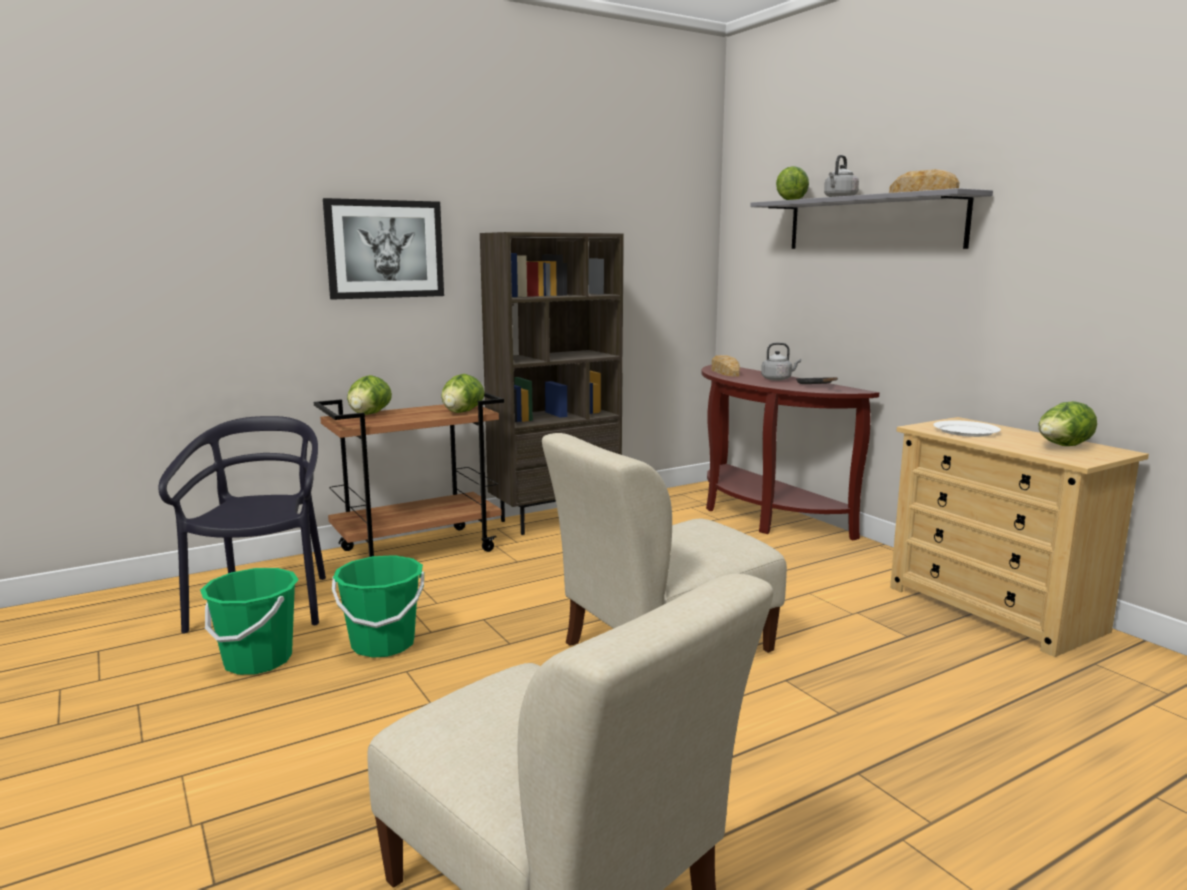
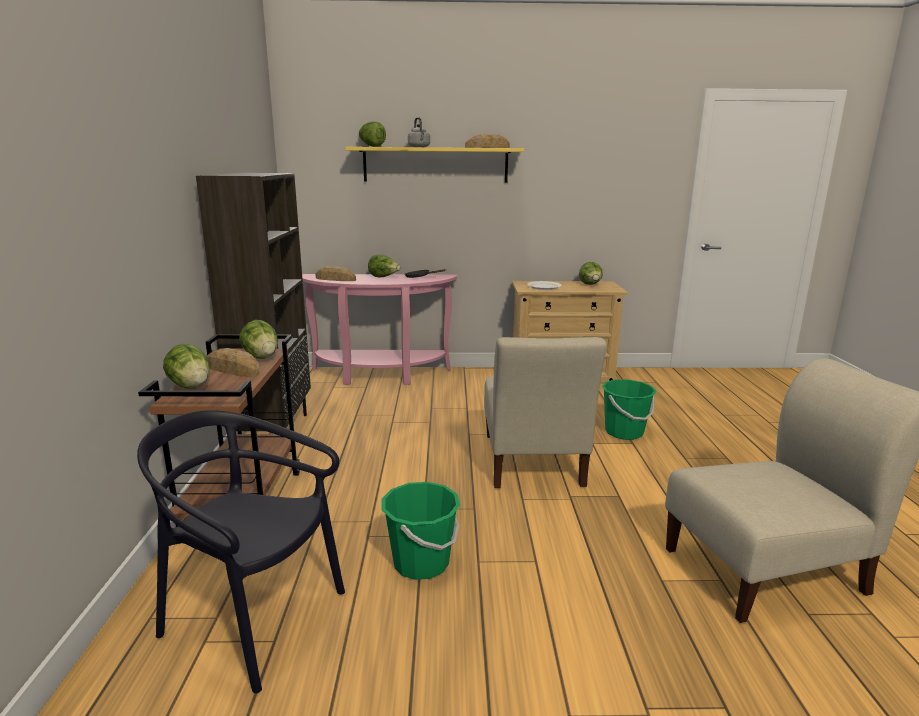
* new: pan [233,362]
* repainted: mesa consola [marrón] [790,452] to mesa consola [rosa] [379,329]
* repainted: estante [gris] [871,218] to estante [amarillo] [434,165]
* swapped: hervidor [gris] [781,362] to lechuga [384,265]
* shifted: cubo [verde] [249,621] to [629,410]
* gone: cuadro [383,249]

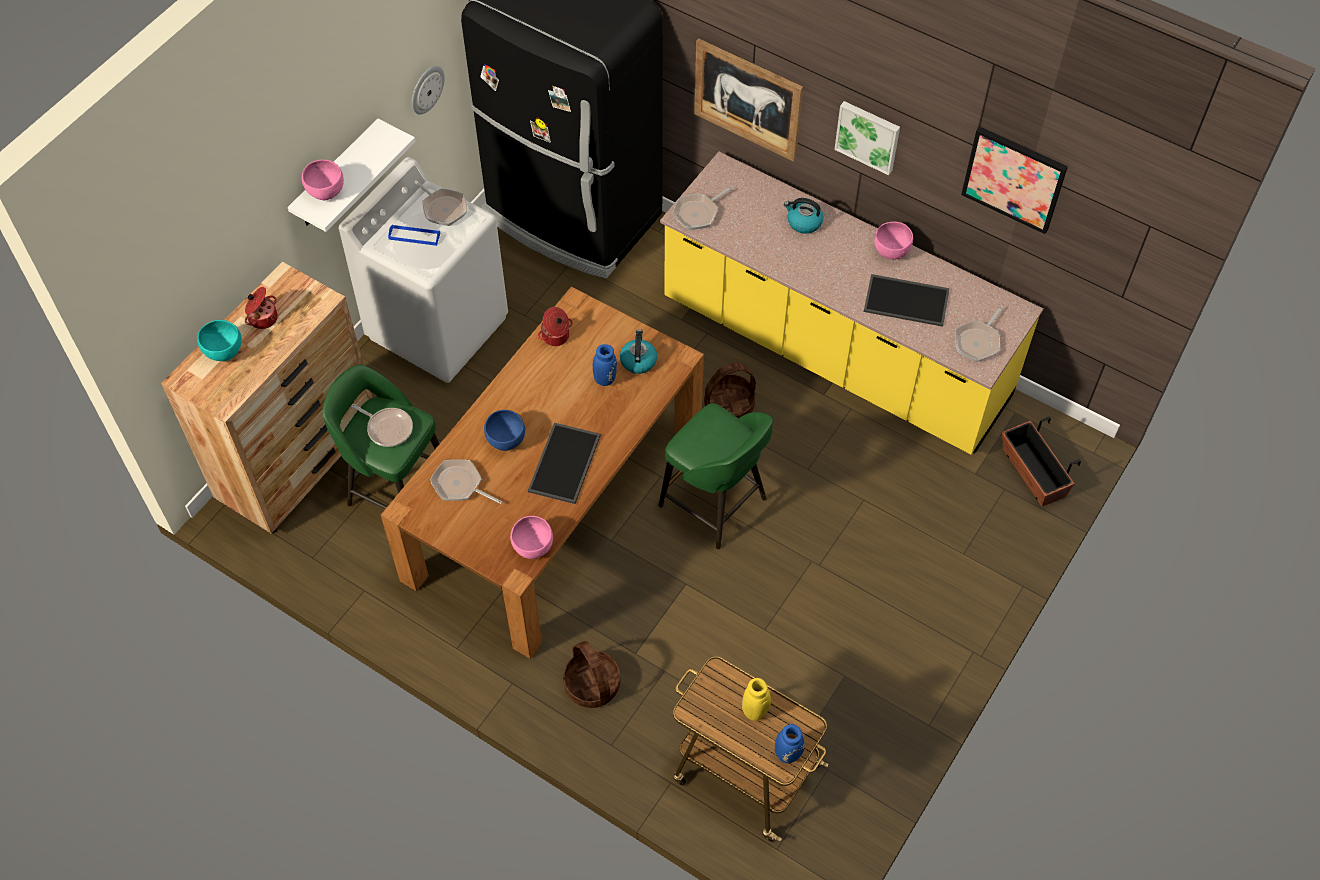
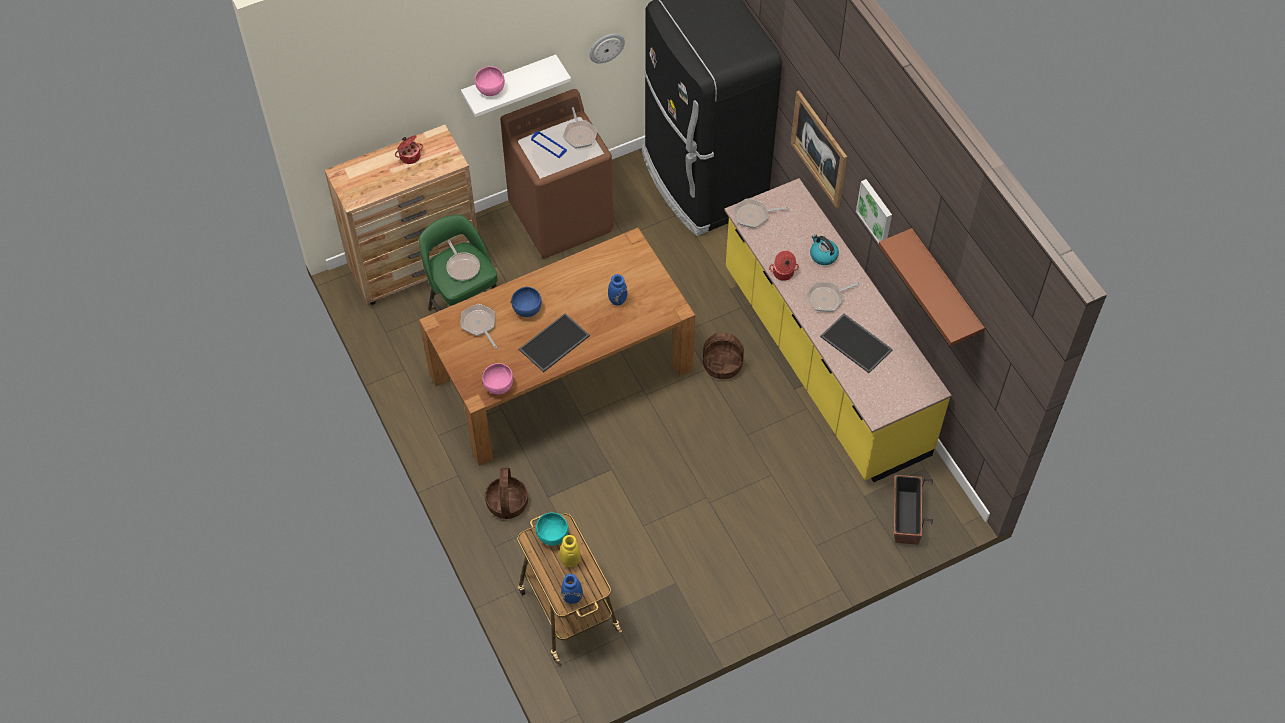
* repainted: lavadora [blanco] [423,270] to lavadora [marrón] [556,174]
* shifted: cuenco [turquesa] [219,340] to [552,529]
* shifted: olla [555,326] to [784,266]
* shifted: sartén [979,334] to [833,297]
* swapped: cuadro [1014,180] to estante [marrón] [932,287]
* gone: hervidor [638,351]
* gone: taburete [verde] [715,476]
* gone: cuenco [rosa] [894,241]

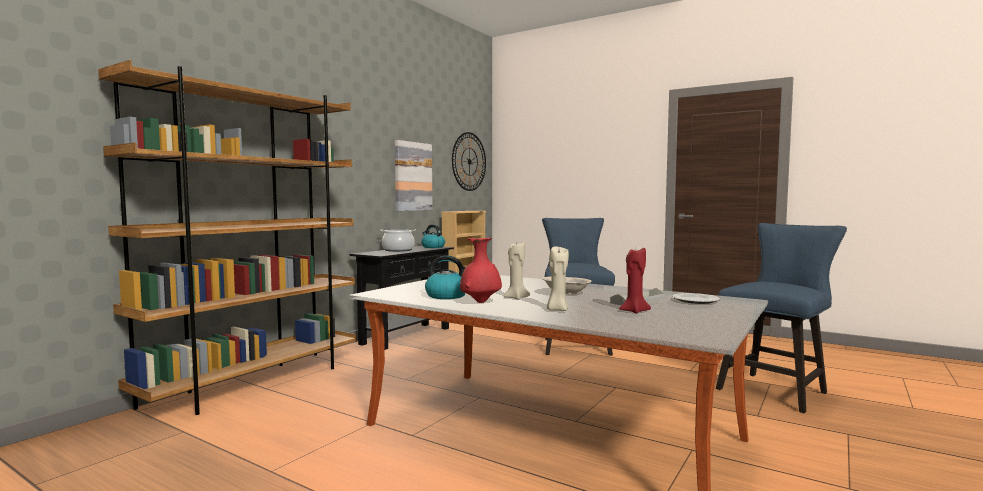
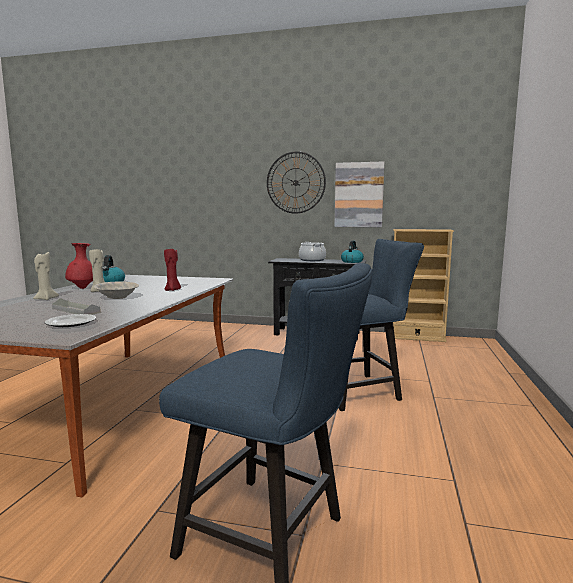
* shifted: vela [rojo] [635,280] to [172,269]
* shifted: reloj de pared [469,161] to [296,182]
* gone: estantería [marrón] [227,237]

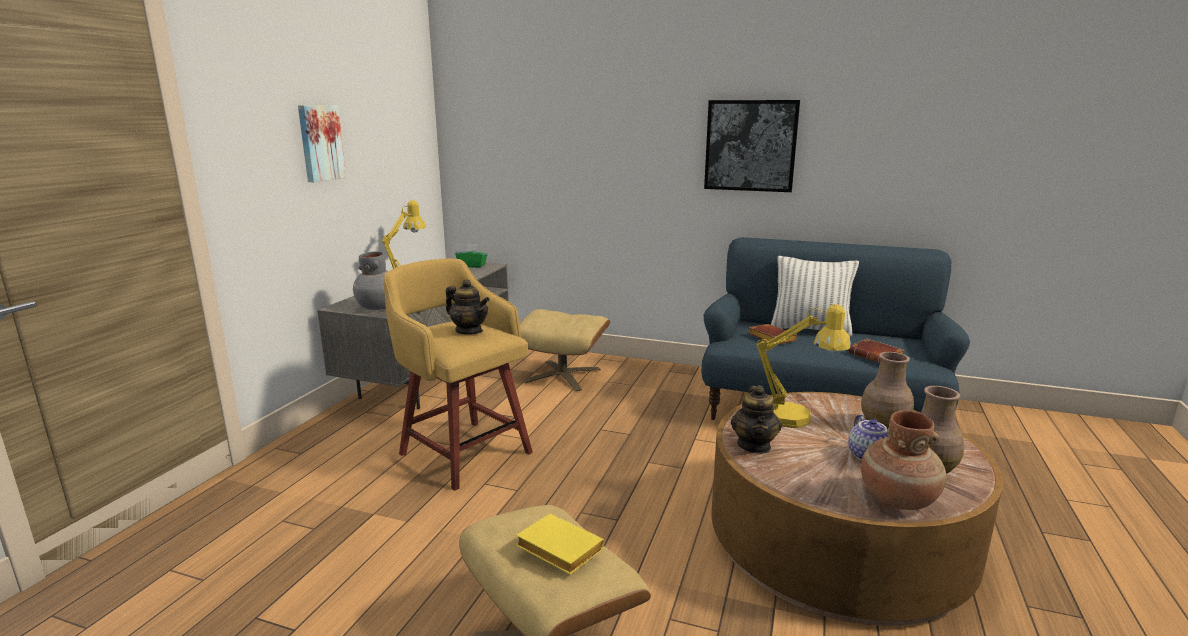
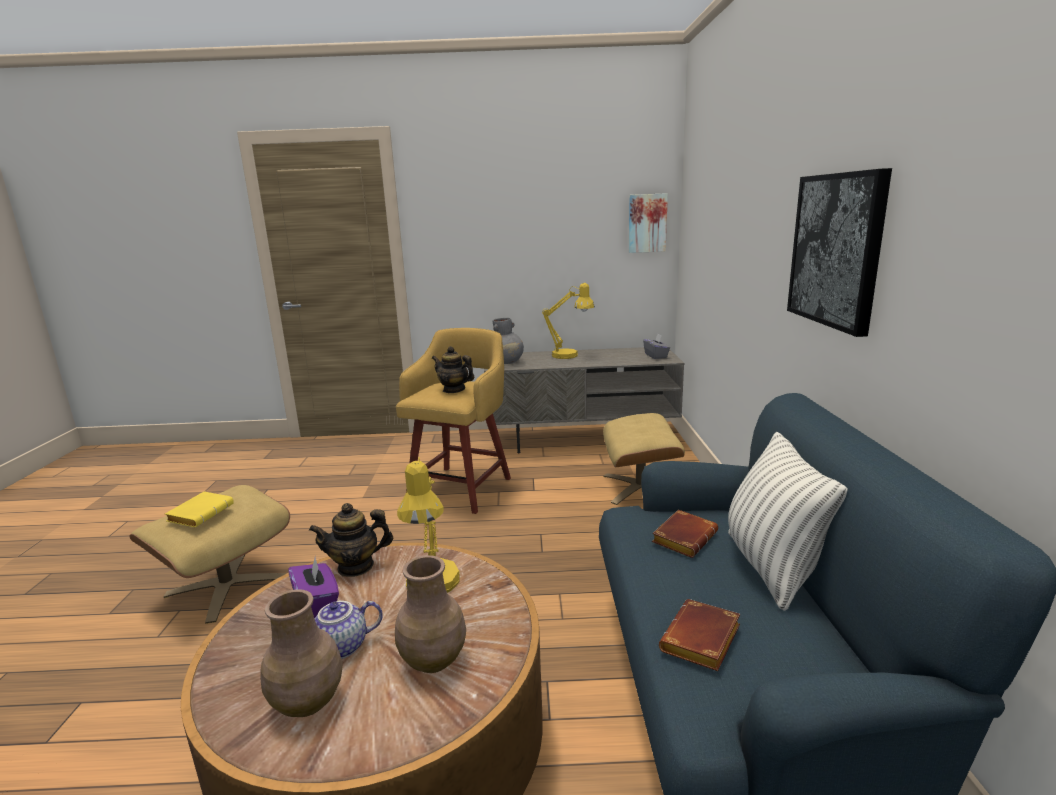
* new: caja de pañuelos [morado] [313,588]
* rotated: tetera [468,307] = [453,369] 105 degrees clockwise
* shifted: cuadro [322,143] to [648,223]
* repainted: caja de pañuelos [verde] [471,256] to caja de pañuelos [gris] [656,346]
* gone: florero [marrón] [903,460]

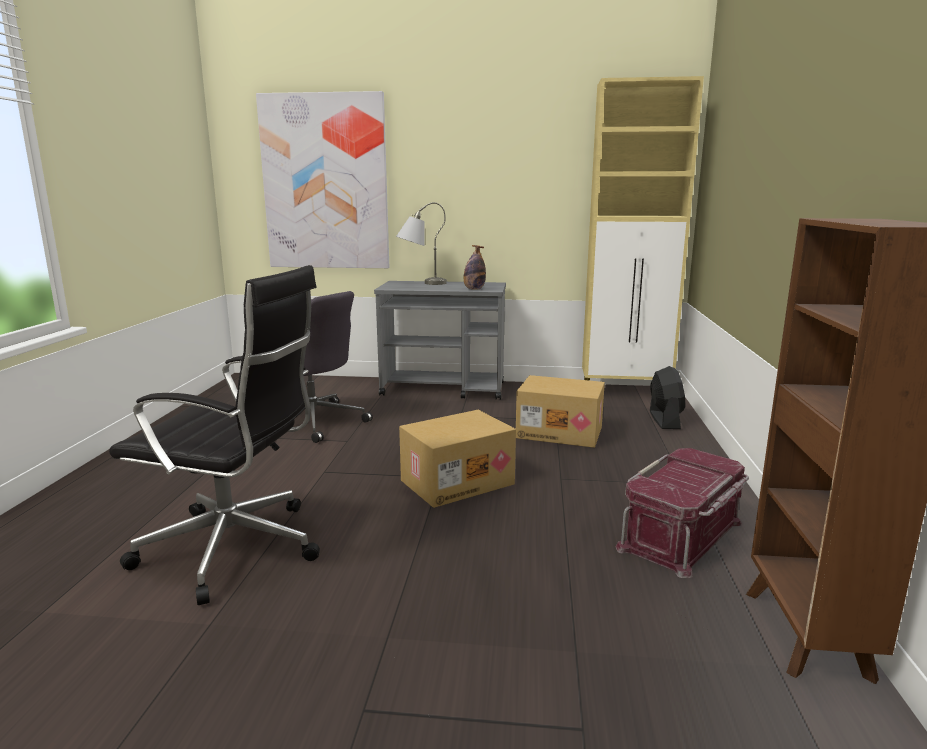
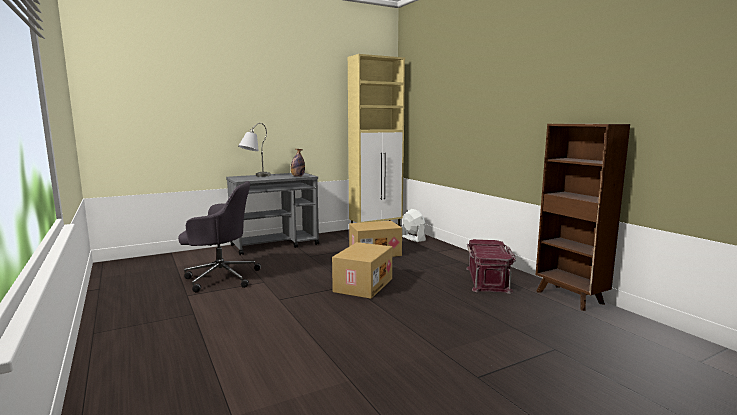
* repainted: ventilador [negro] [667,397] to ventilador [blanco] [414,225]
* gone: silla de oficina [negro] [214,435]
* gone: cuadro [322,179]

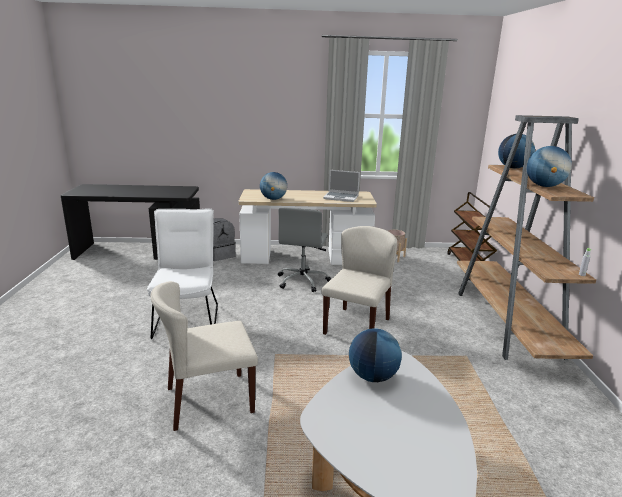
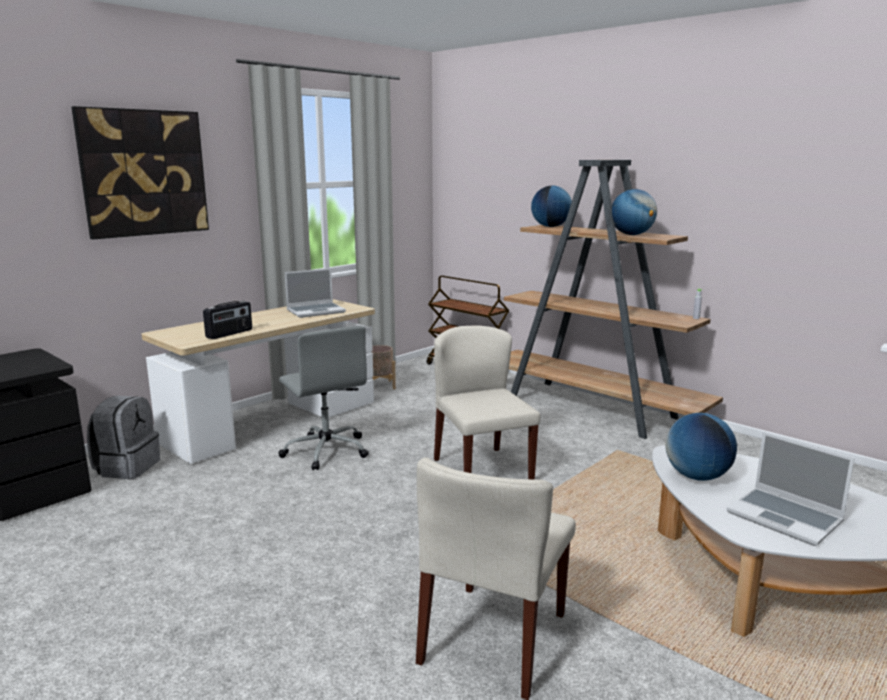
* new: cuadro [140,172]
* swapped: globo terráqueo [273,186] to radio [227,320]
* new: portátil [791,489]
* gone: silla [blanco] [182,274]

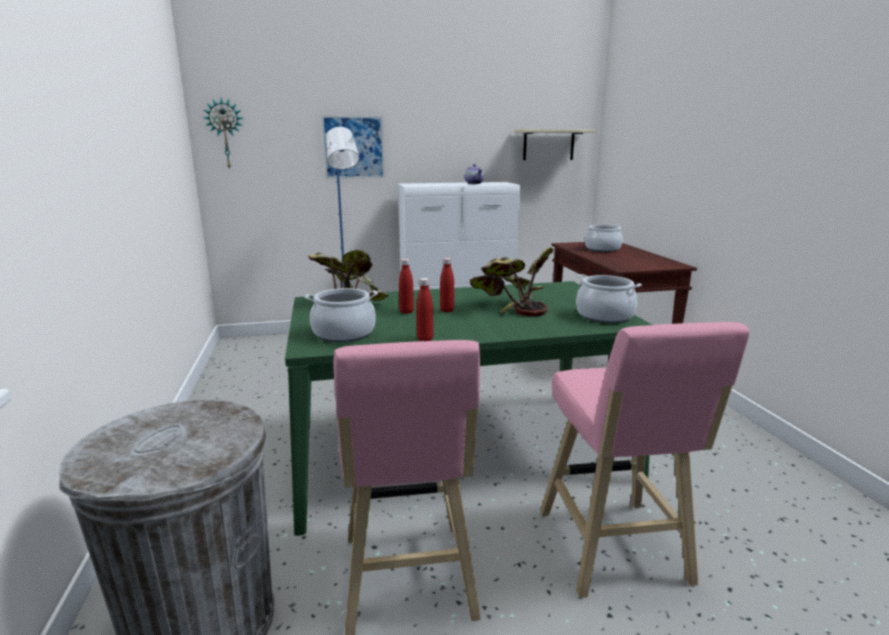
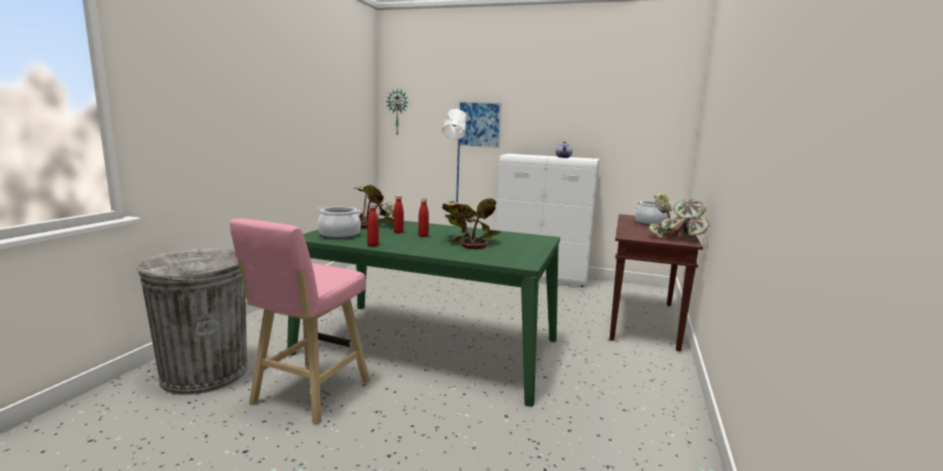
* new: planta en maceta [678,215]
* gone: estante [beis] [555,144]
* gone: taburete [rosa] [644,460]
* gone: olla [609,298]

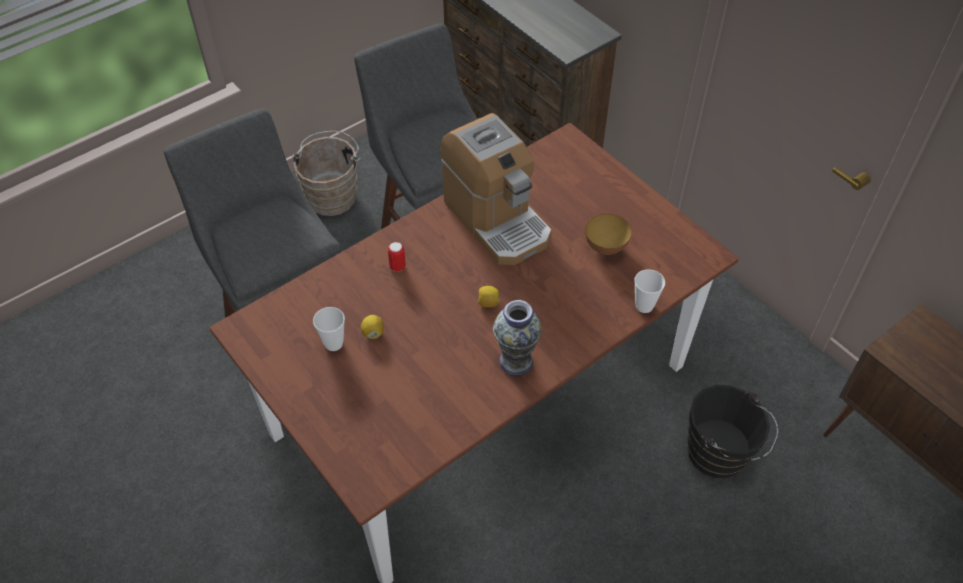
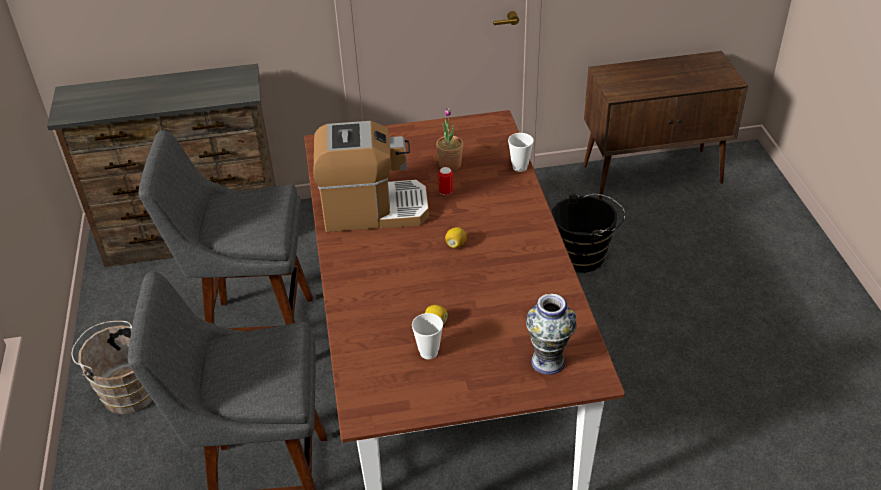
* swapped: cuenco [608,234] to planta en maceta [449,139]
* shifted: lata [397,257] to [445,181]
* shifted: florero [517,338] to [551,334]

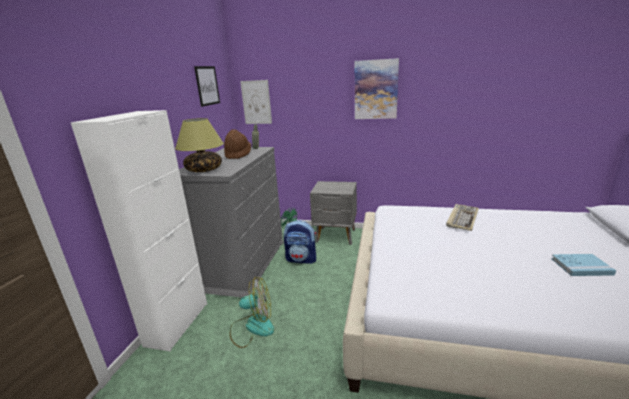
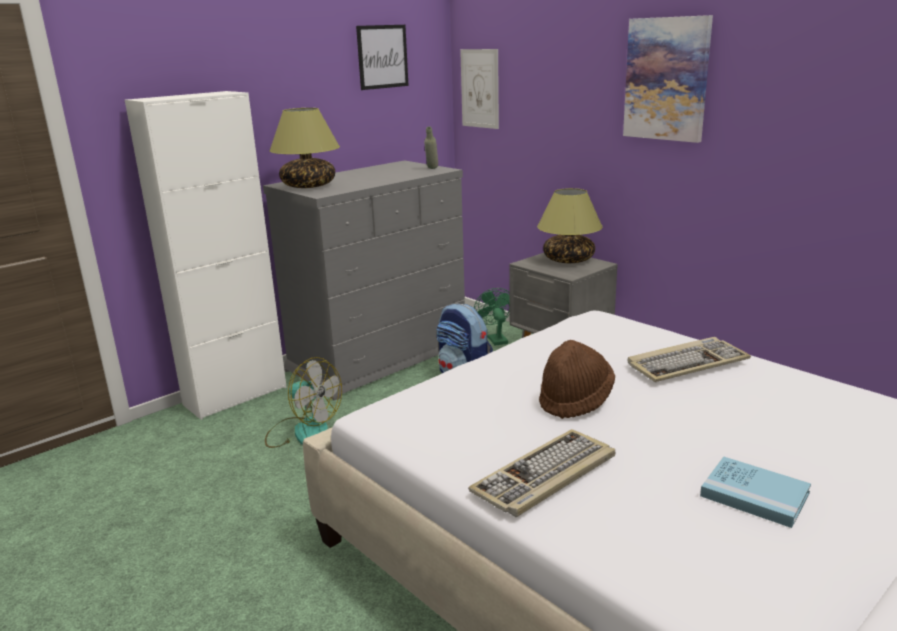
* new: teclado [542,473]
* new: lámpara de mesa [570,225]
* shifted: sombrero [marrón] [237,144] to [577,379]

